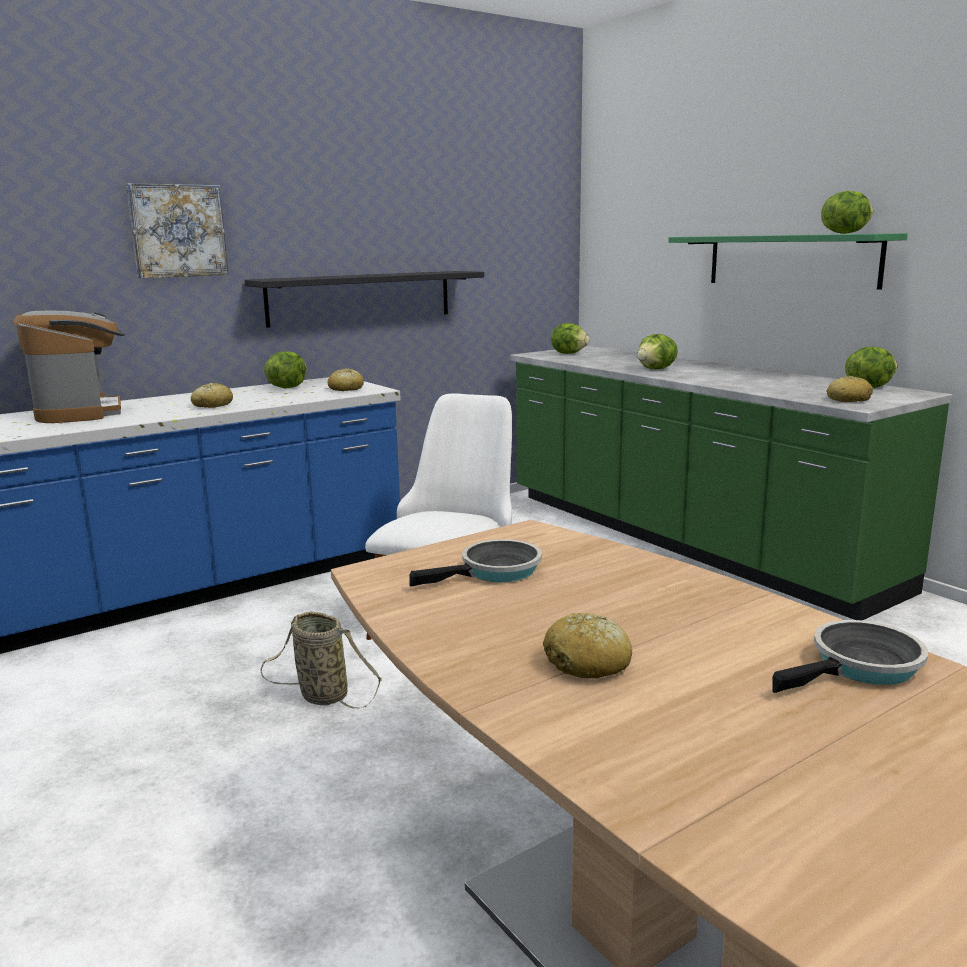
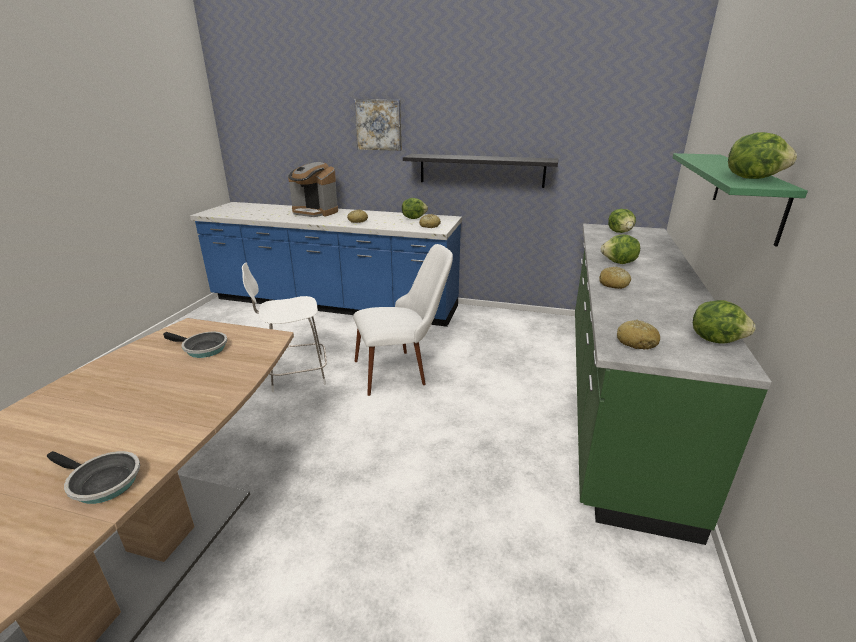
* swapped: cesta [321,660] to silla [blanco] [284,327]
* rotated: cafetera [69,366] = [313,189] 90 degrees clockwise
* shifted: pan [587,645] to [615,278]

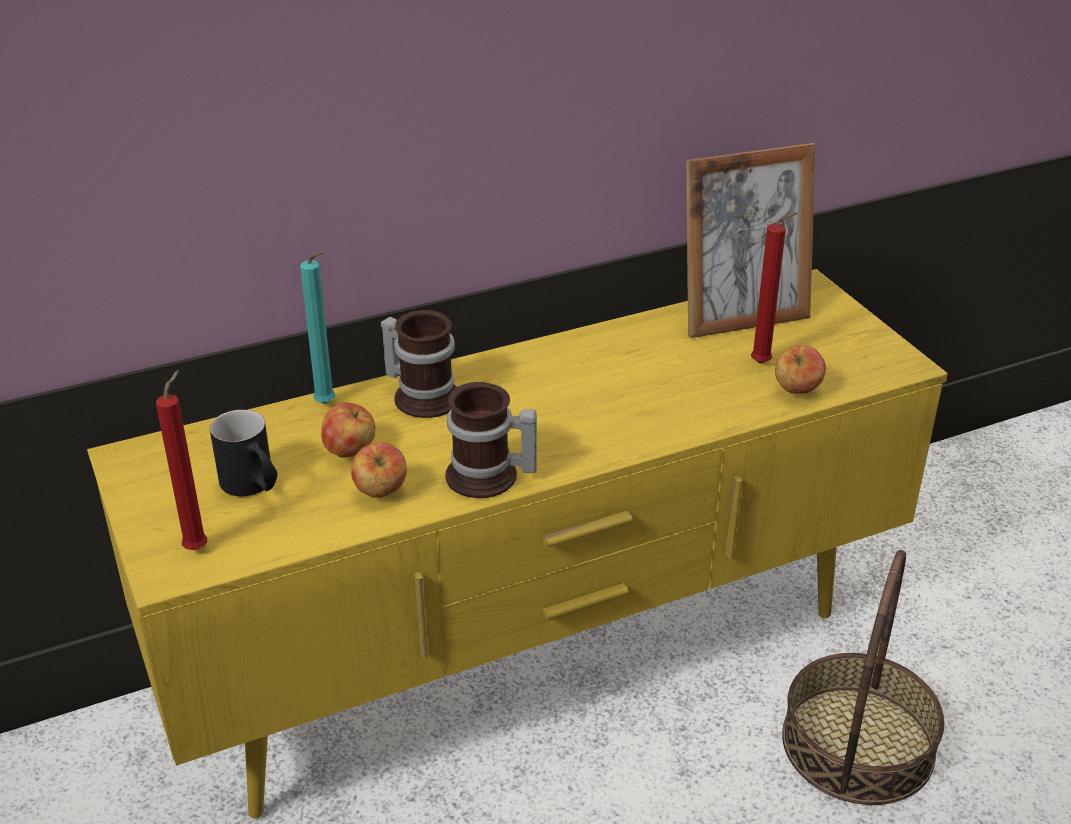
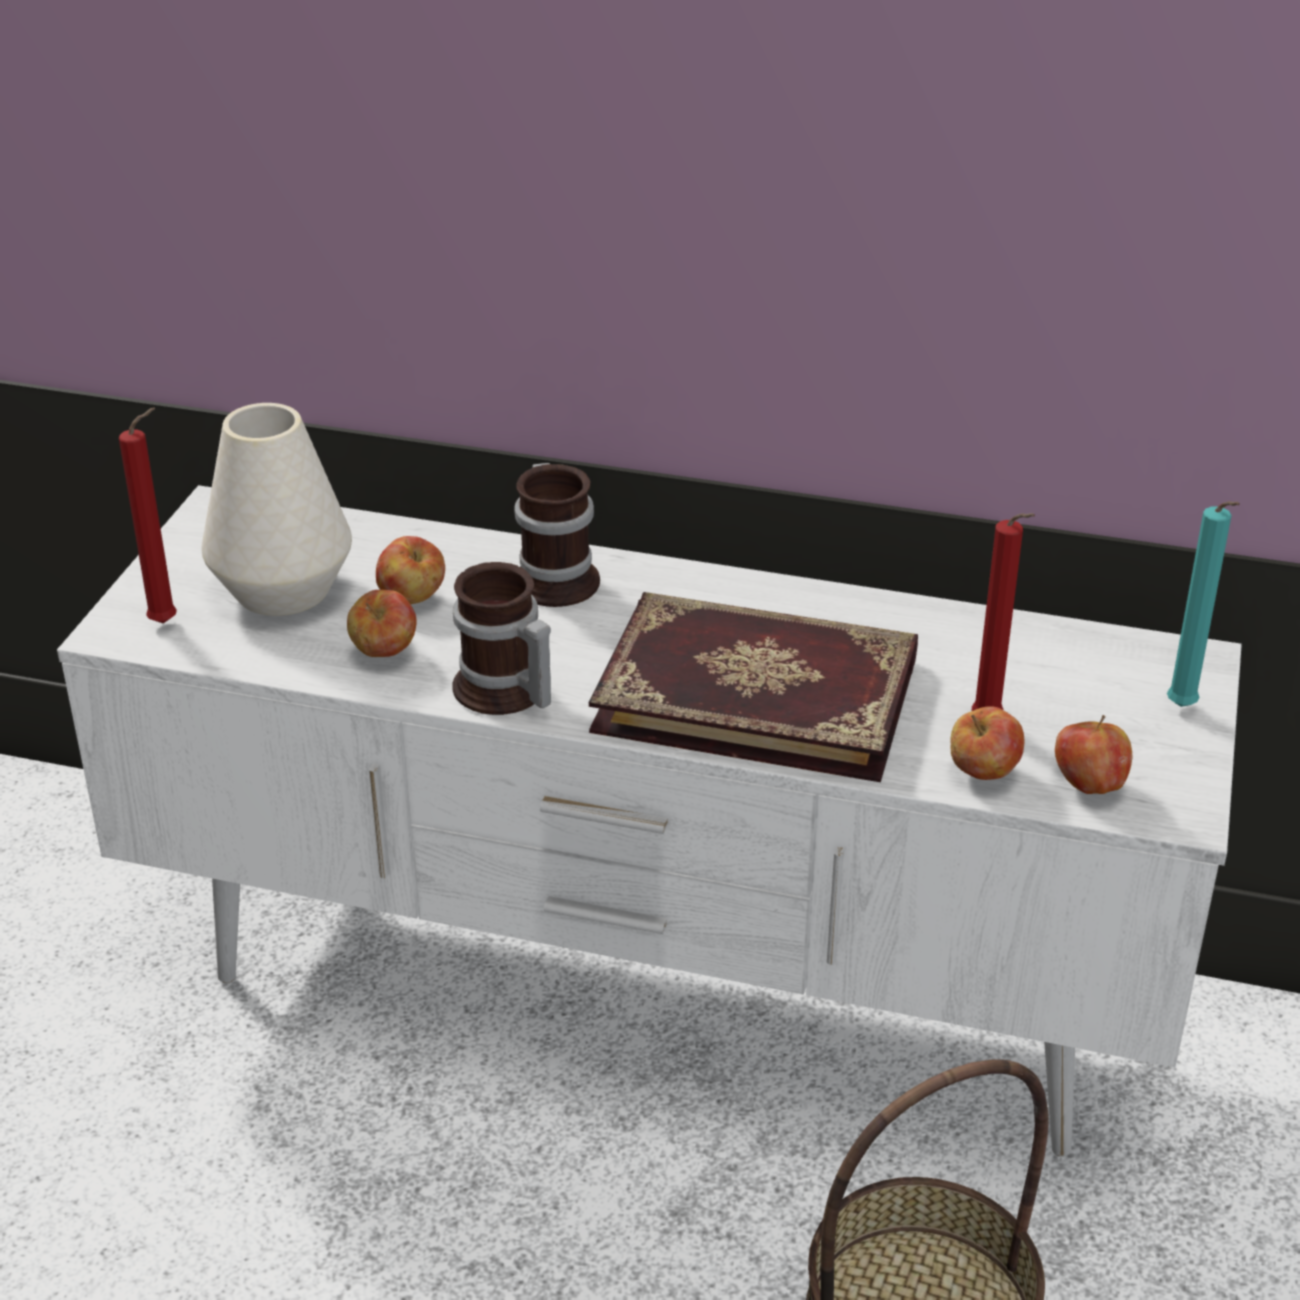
* repainted: mueble de televisión [amarillo] [517,543] to mueble de televisión [blanco] [649,821]
* swapped: taza grande [negro] [244,453] to florero [blanco] [276,509]
* new: libro [753,687]
* new: manzana [1093,754]
* shifted: vela [turquesa] [317,327] to [1203,604]
* gone: portarretratos [751,240]

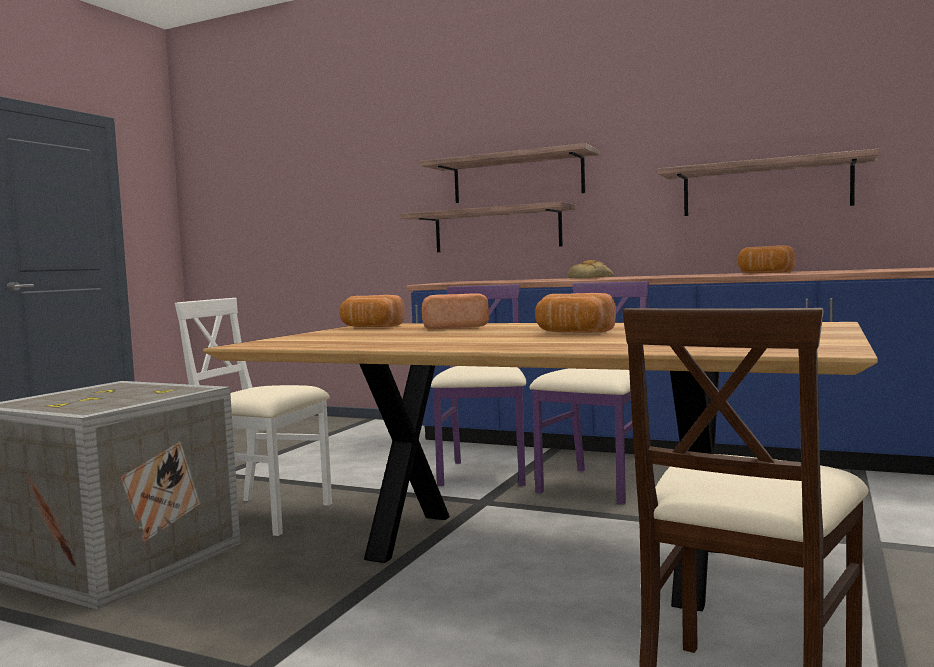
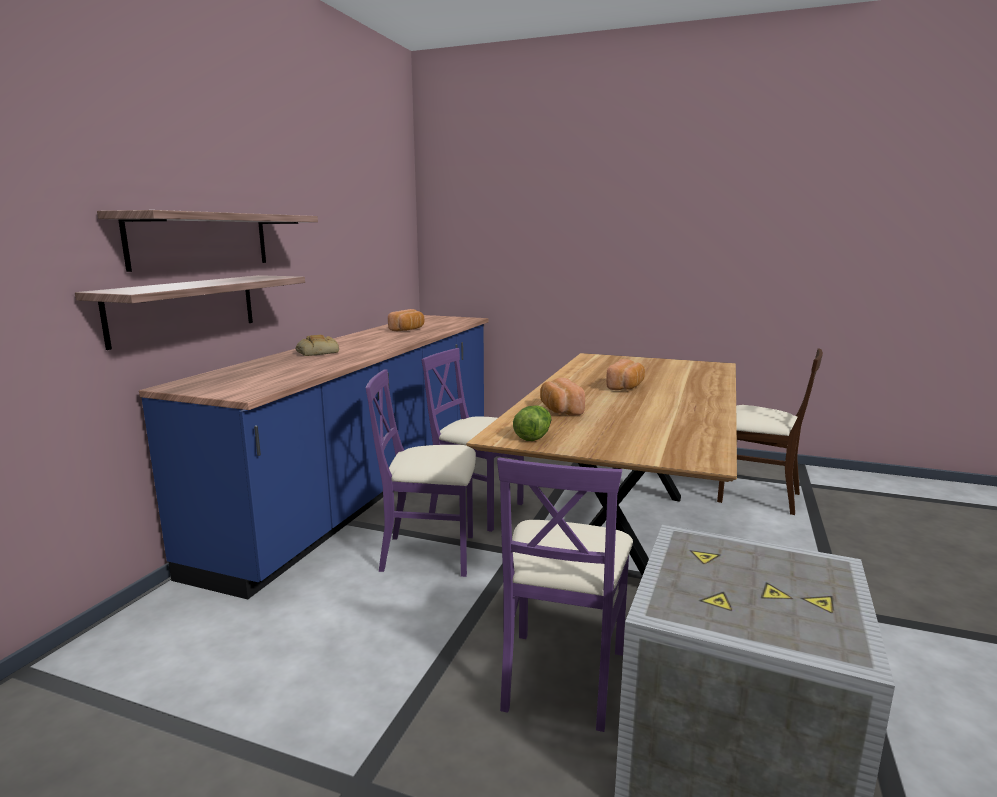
* repainted: silla [blanco] [253,417] to silla [morado] [565,594]
* swapped: pan [372,311] to lechuga [532,423]
* gone: estante [768,182]

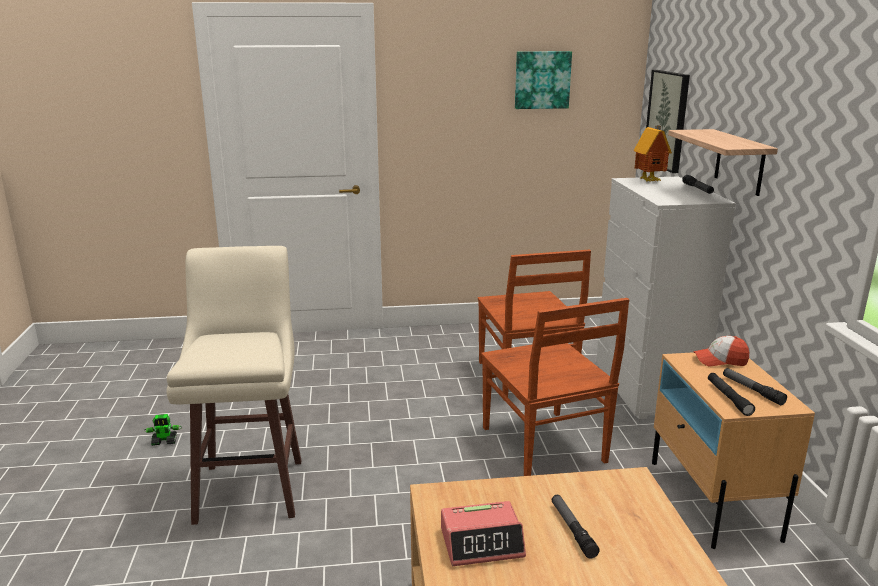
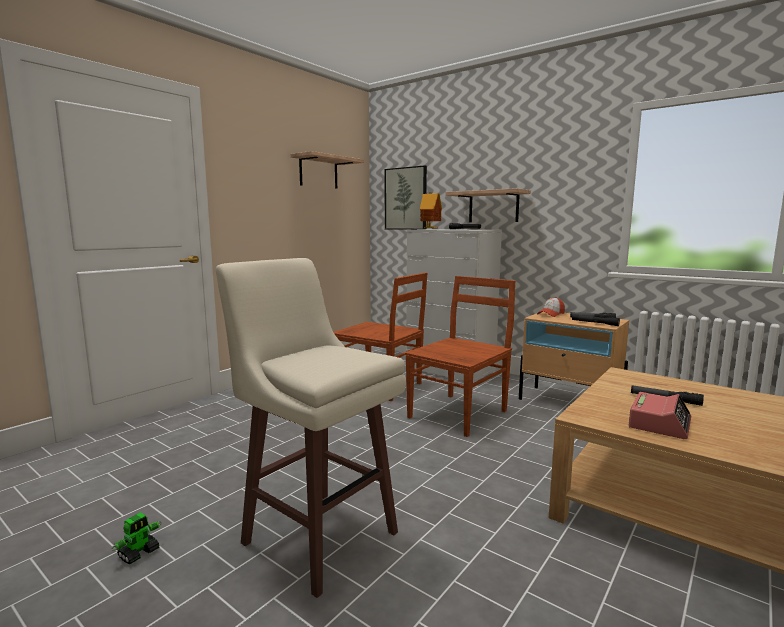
* swapped: cuadro [543,80] to estante [327,170]
* rotated: silla [marrón] [555,387] = [460,356] 75 degrees counterclockwise

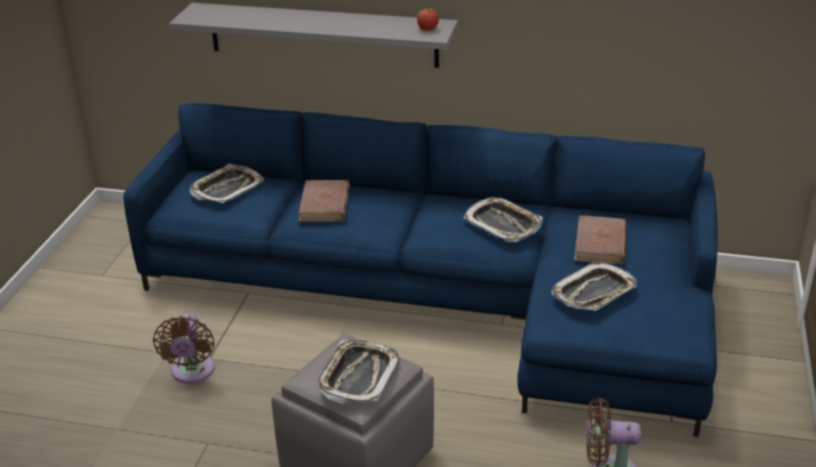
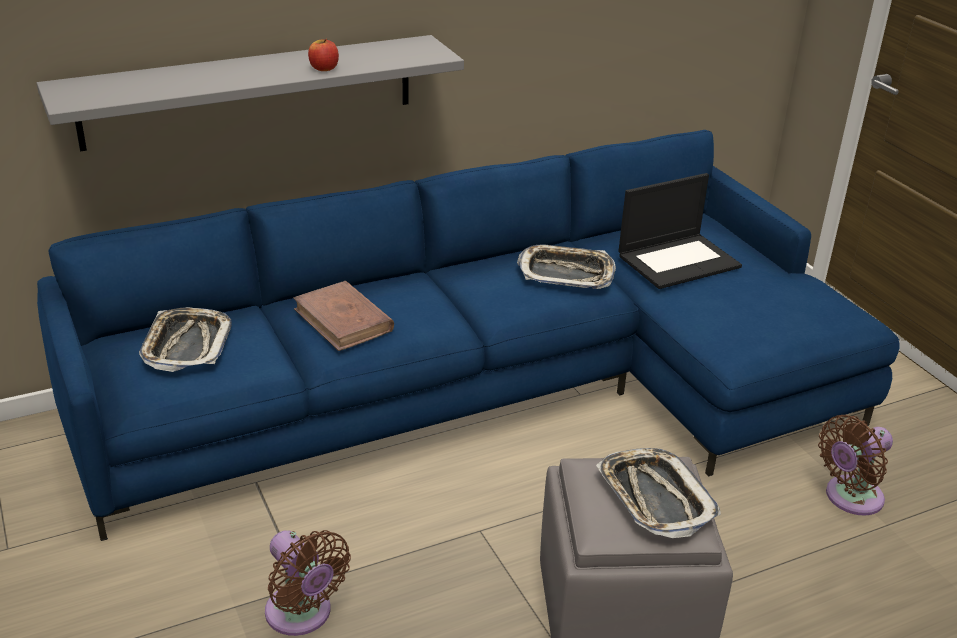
* shifted: manzana [428,19] to [323,55]
* swapped: libro [marrón] [600,240] to portátil [680,231]
* gone: bandeja [594,287]

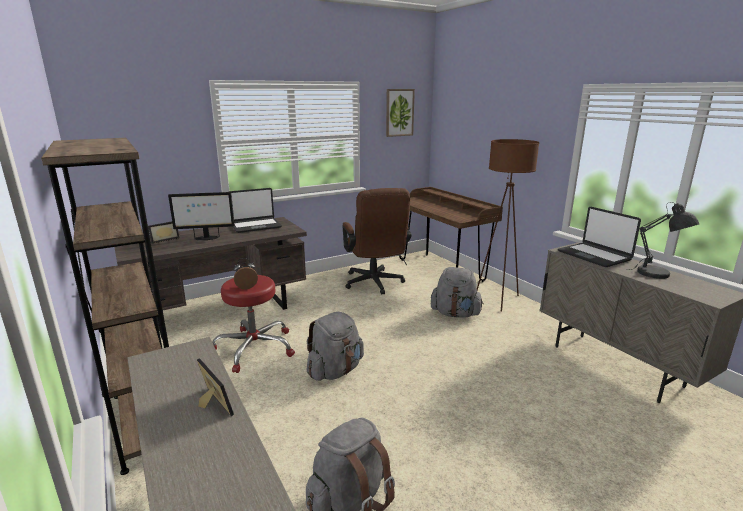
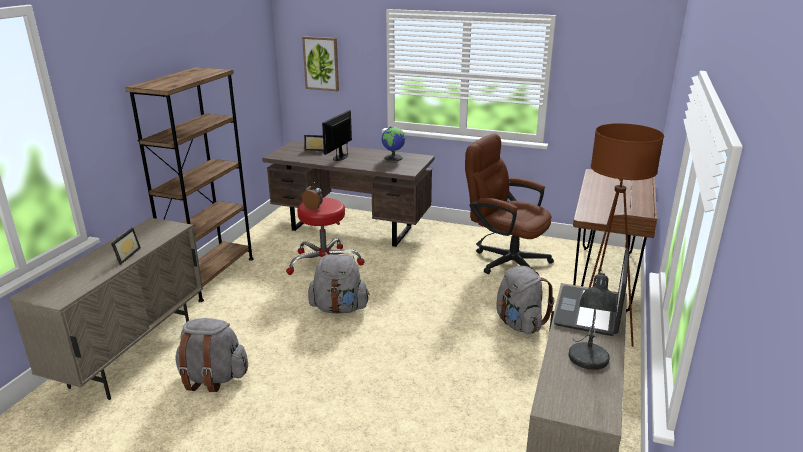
* shifted: cuadro [400,113] to [320,63]
* rotated: monitor [201,216] = [337,135] 75 degrees clockwise
* swapped: portátil [255,210] to globo terráqueo [393,143]
* rotated: silla de oficina [marrón] [377,241] = [509,203] 90 degrees clockwise

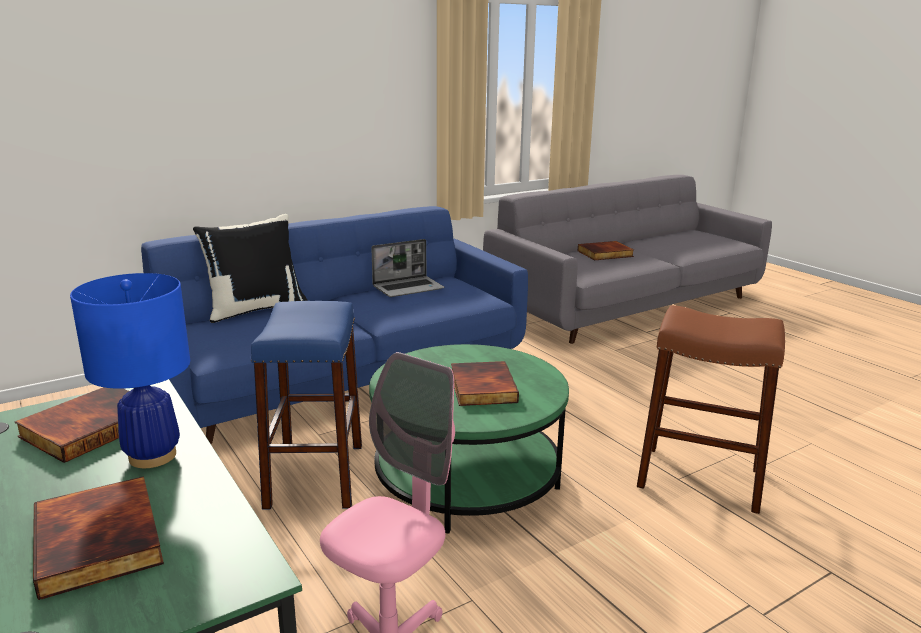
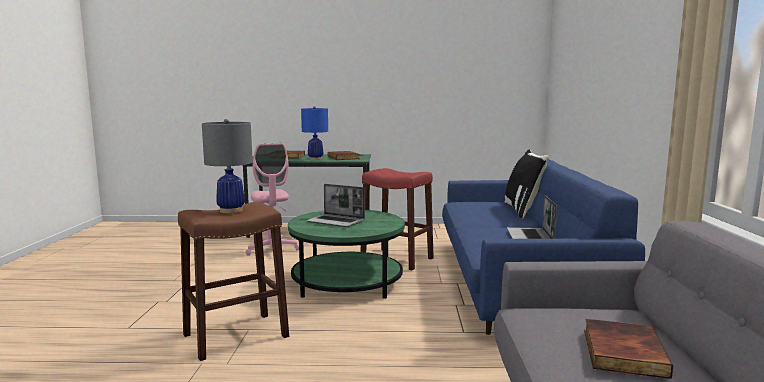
* new: lámpara de mesa [gris] [227,166]
* swapped: libro [485,383] to portátil [335,205]
* repainted: taburete [azul] [306,405] to taburete [rojo] [397,219]

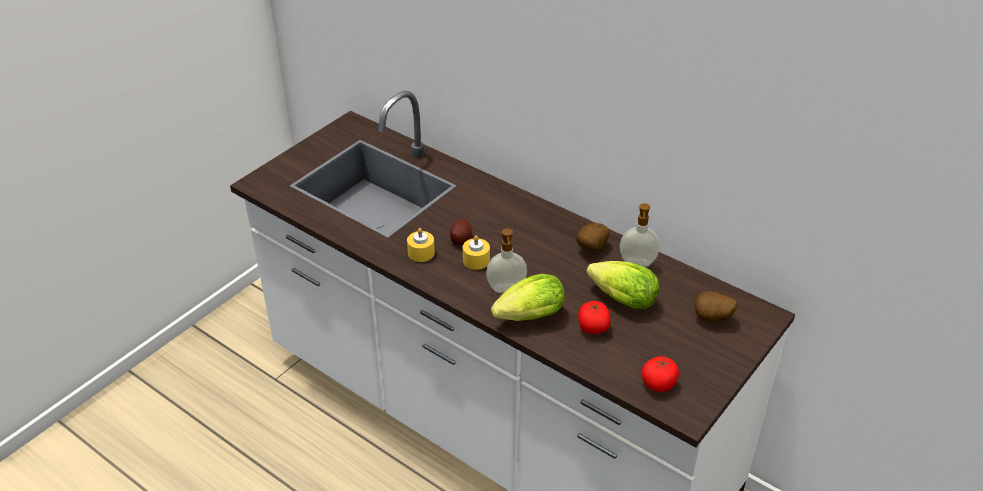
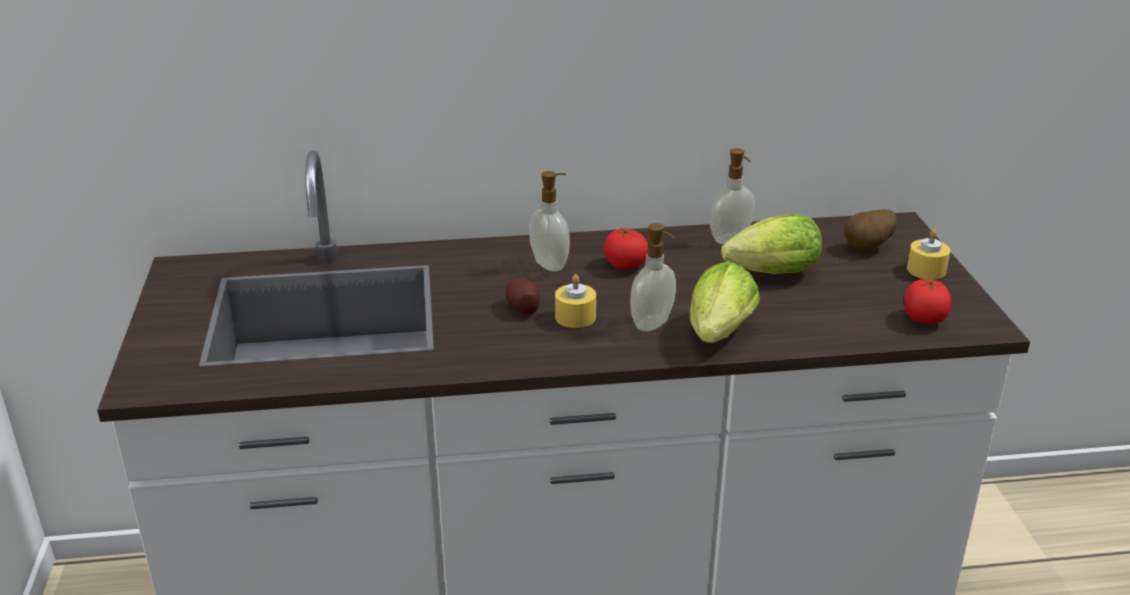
* new: dispensador de jabón [549,221]
* shifted: tomate [594,317] to [625,248]
* shifted: vela [amarillo] [421,245] to [928,254]
* gone: patata [593,237]

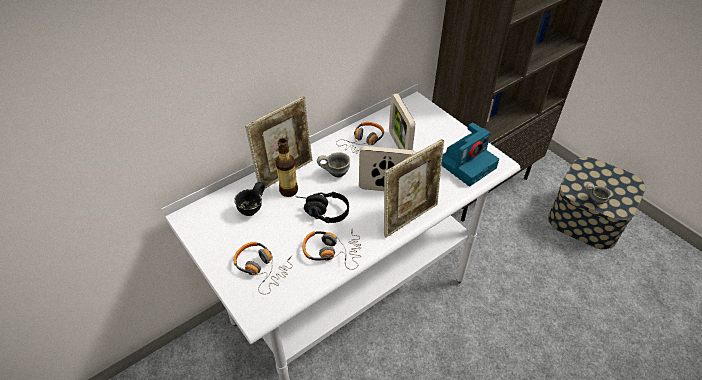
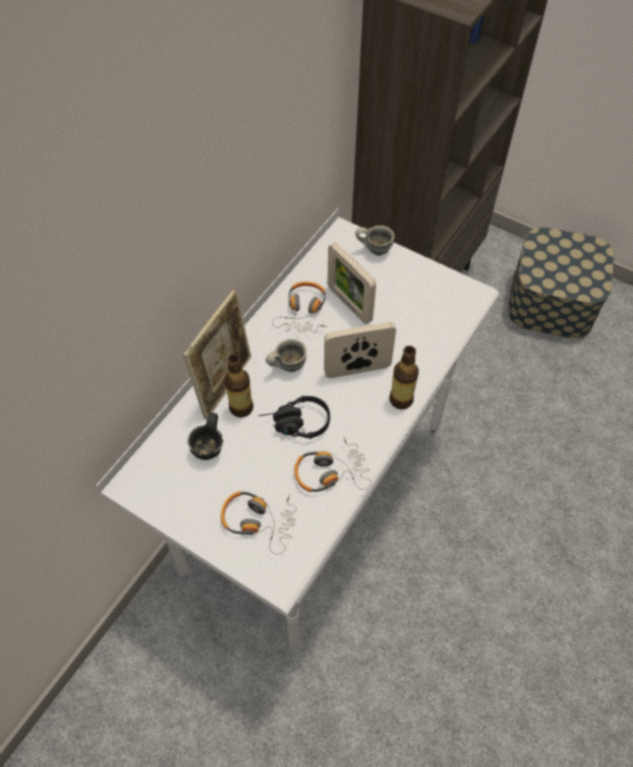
* shifted: taza grande [gris] [598,194] to [375,241]
* swapped: portarretratos [414,188] to botella [404,377]
* gone: cámara [470,154]

